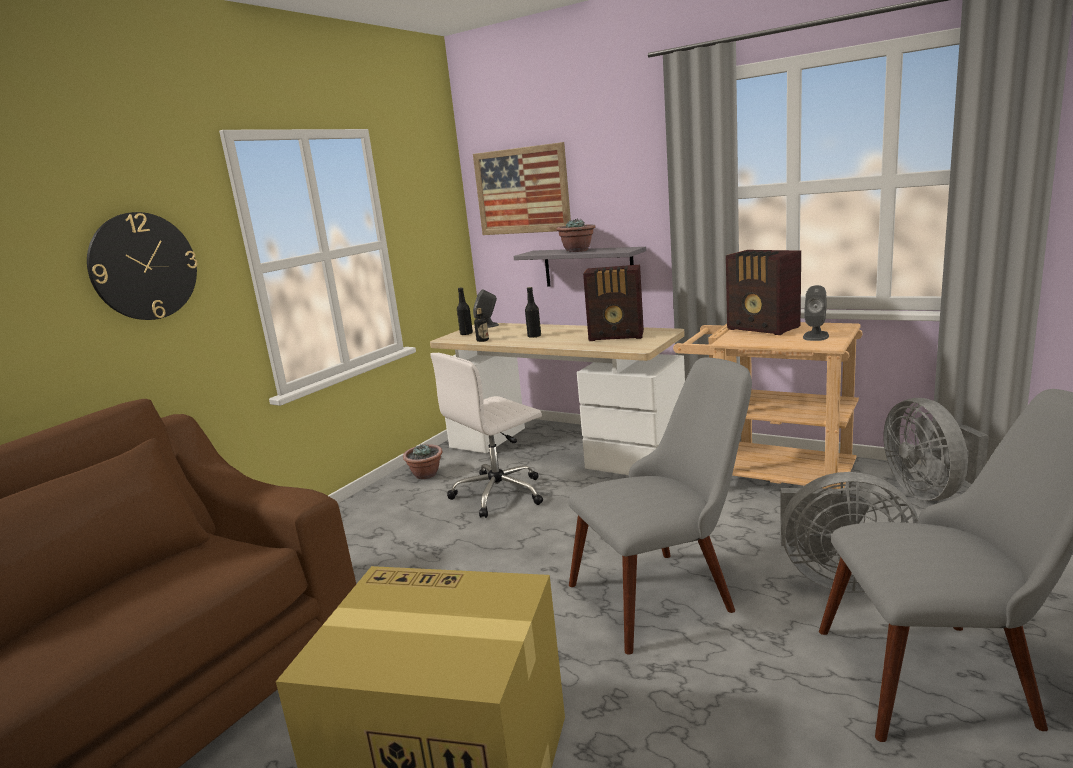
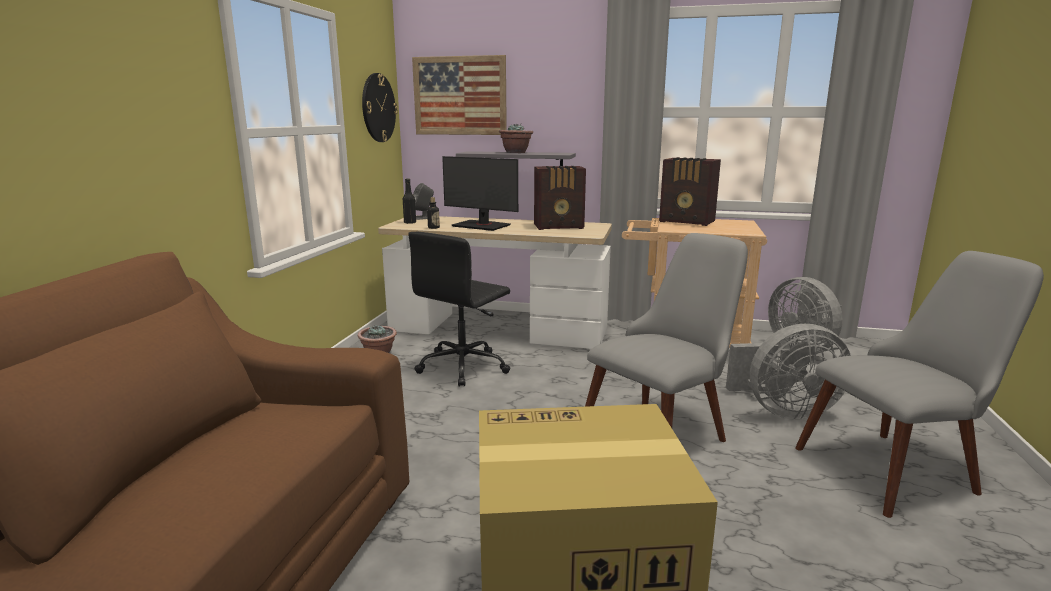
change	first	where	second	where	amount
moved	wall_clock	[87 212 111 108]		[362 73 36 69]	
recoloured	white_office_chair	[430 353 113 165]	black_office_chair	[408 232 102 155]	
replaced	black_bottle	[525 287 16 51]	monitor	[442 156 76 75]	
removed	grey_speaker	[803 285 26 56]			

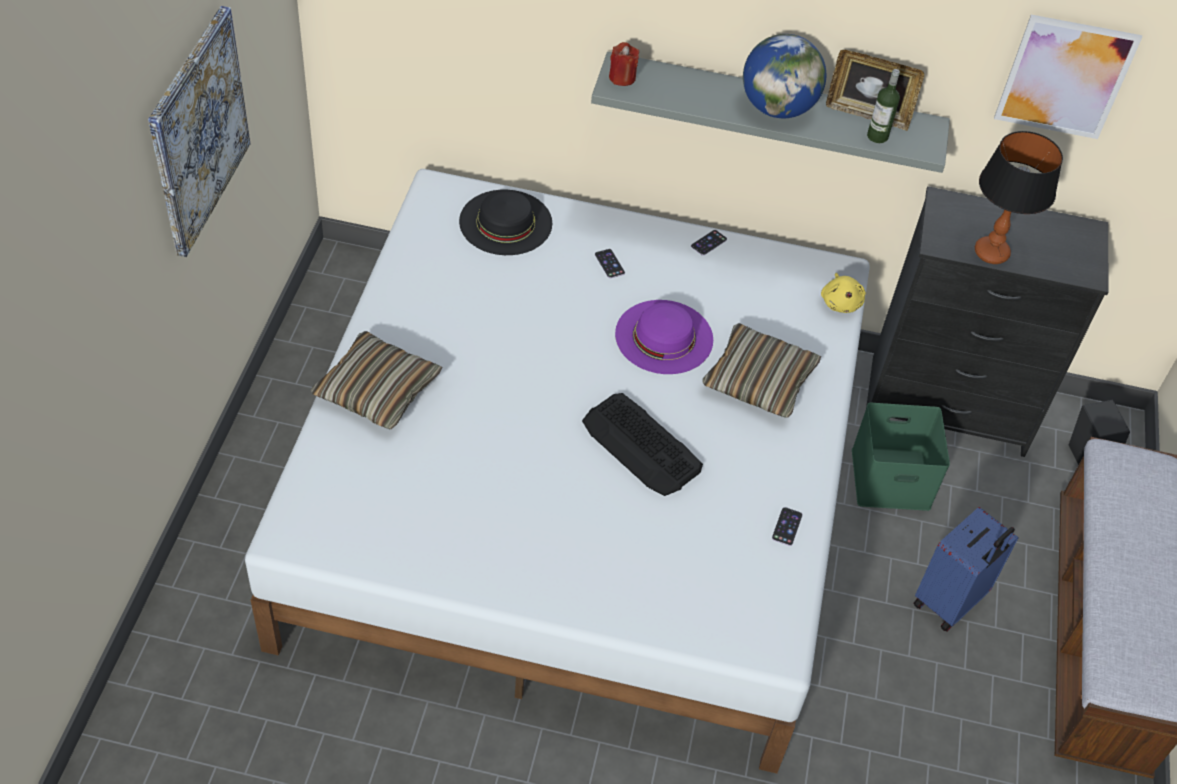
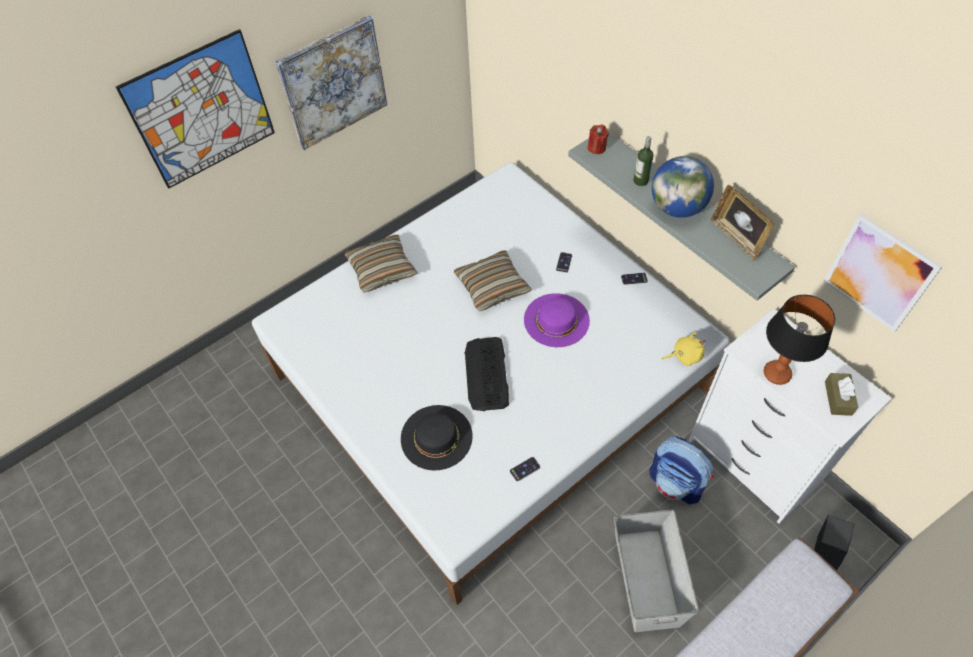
change	first	where	second	where	amount
added			picture	[116 29 159 160]	
moved	black_hat	[459 190 93 65]		[401 405 72 66]	
moved	pillow	[702 323 119 95]		[454 251 78 60]	
replaced	blue_suitcase	[913 507 106 125]	grey_storage_box	[614 510 85 122]	
moved	bottle	[867 69 33 74]		[634 136 20 50]	
replaced	green_storage_box	[852 403 98 108]	backpack	[649 436 65 69]	
turned	yellow_plush_toy	[821 273 45 40]		[662 332 44 34]	135 degrees counterclockwise
recoloured	black_dresser	[866 186 242 271]	white_dresser	[688 308 204 216]	
added			brown_tissue_box	[825 373 33 43]	

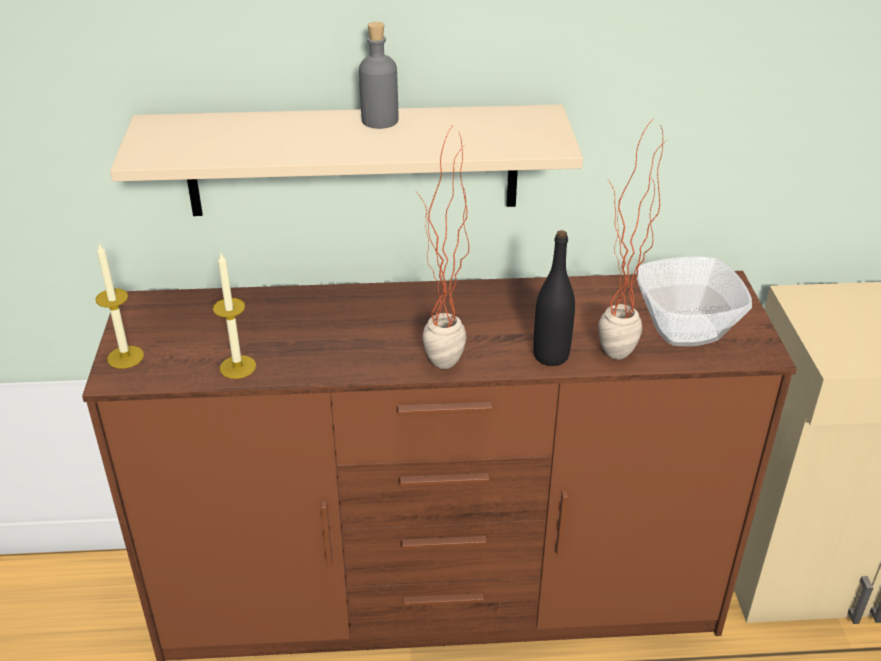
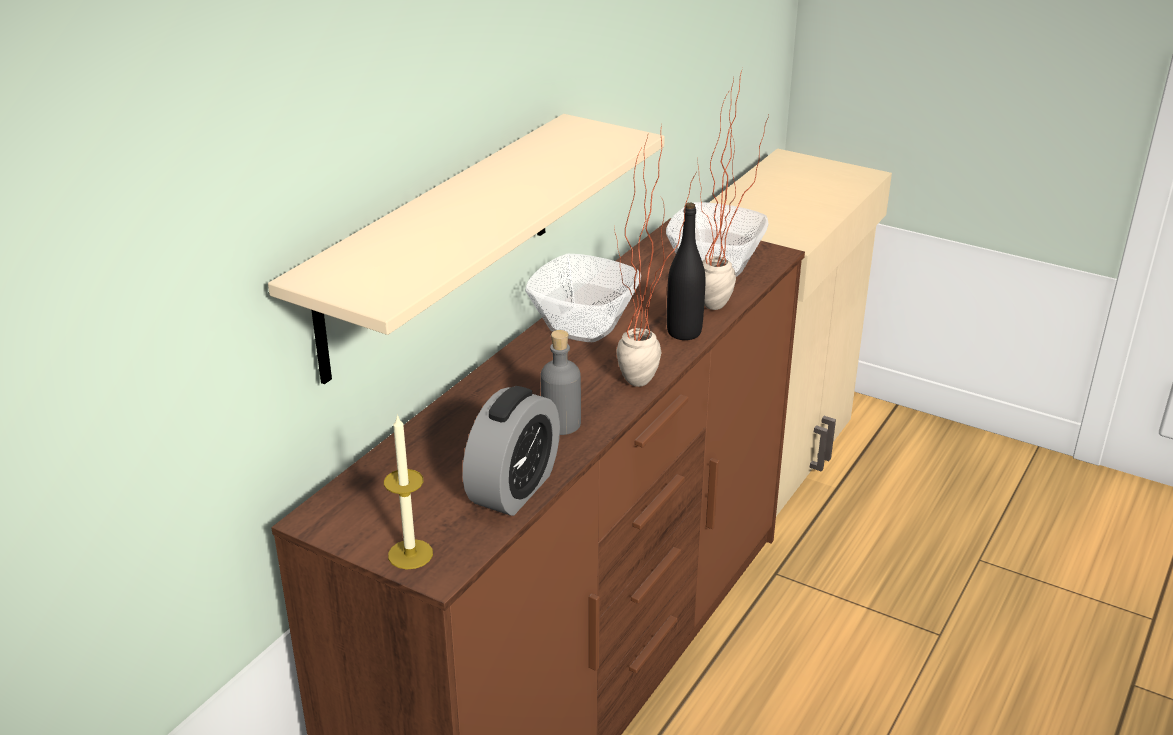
change	first	where	second	where	amount
replaced	candle	[213 253 43 126]	alarm_clock	[463 386 97 130]	
added			bowl	[525 254 116 88]	
moved	grey_bottle	[359 22 39 107]		[541 330 40 105]	

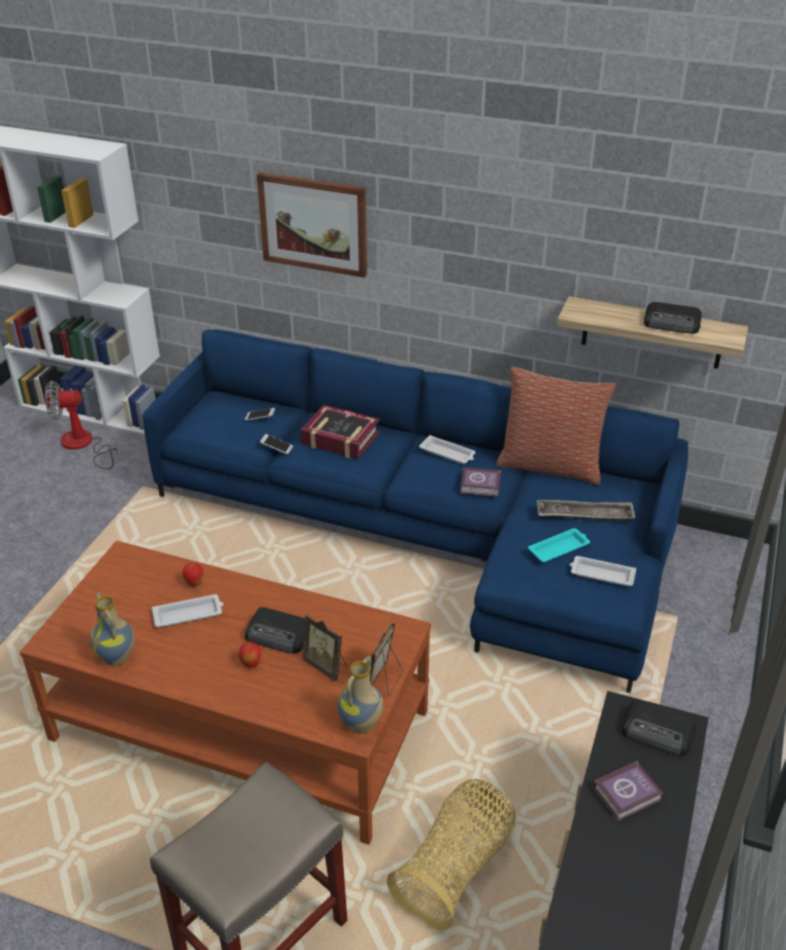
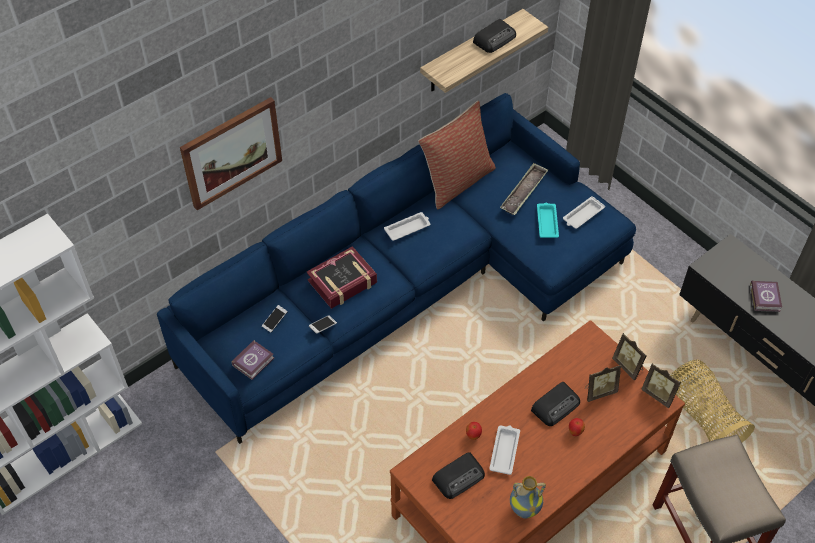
change	first	where	second	where	amount
moved	book	[460 467 41 30]		[232 340 42 40]	
moved	radio	[622 700 75 56]		[432 452 53 47]	
replaced	vase	[337 656 46 78]	picture_frame	[641 363 40 45]	
removed	fan	[45 381 73 88]			

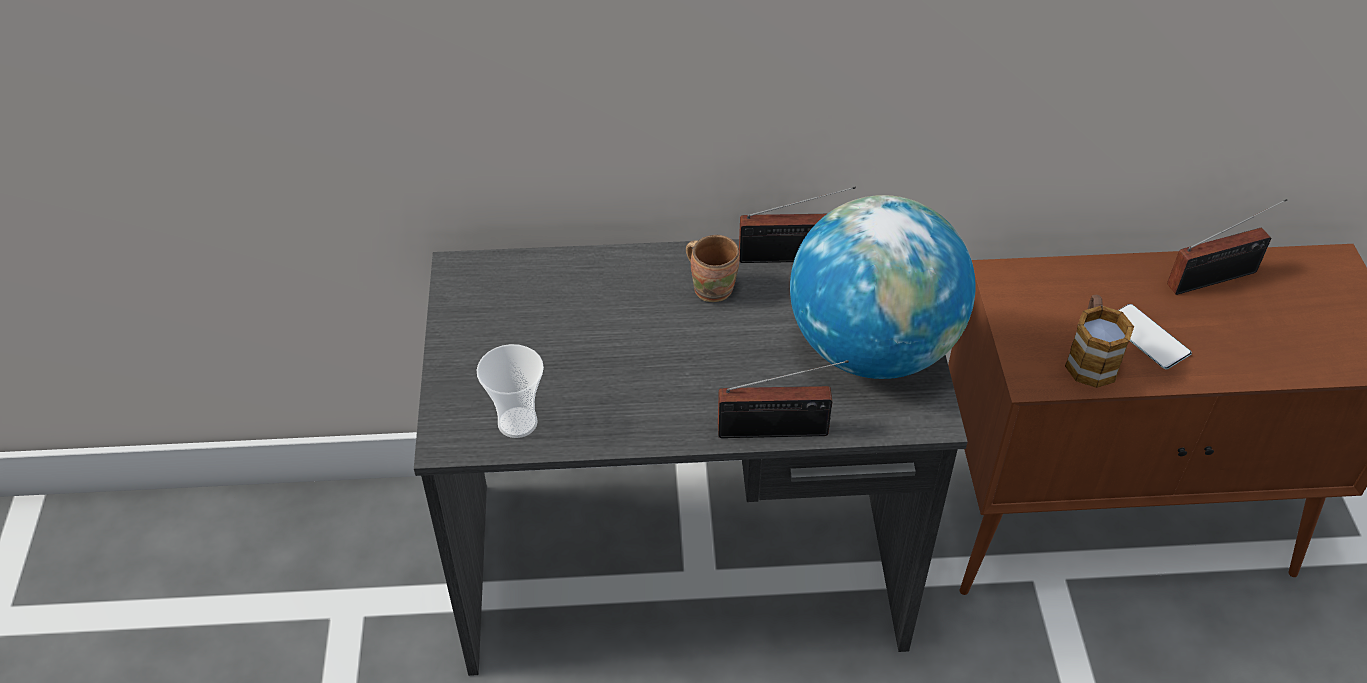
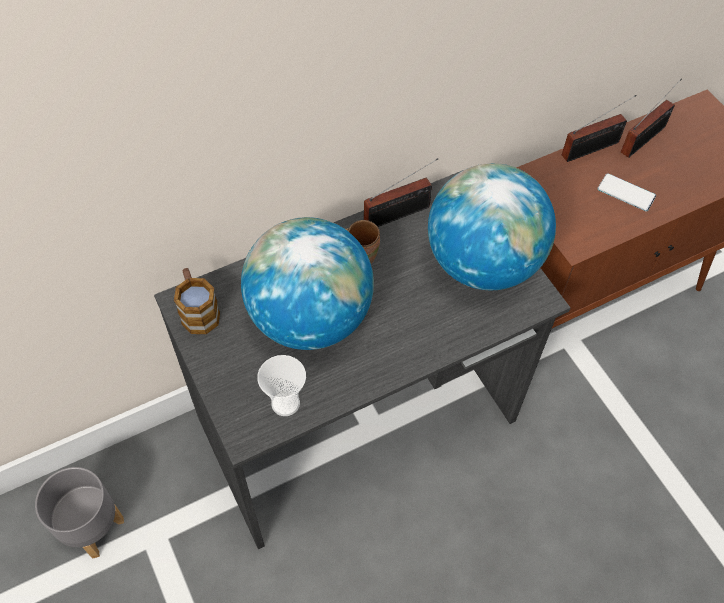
change	first	where	second	where	amount
added			grey_planter	[35 467 89 92]	
moved	mug	[1065 295 69 93]		[174 268 46 66]	
added			globe	[241 217 133 133]	
moved	radio	[718 360 131 78]		[562 95 75 67]	

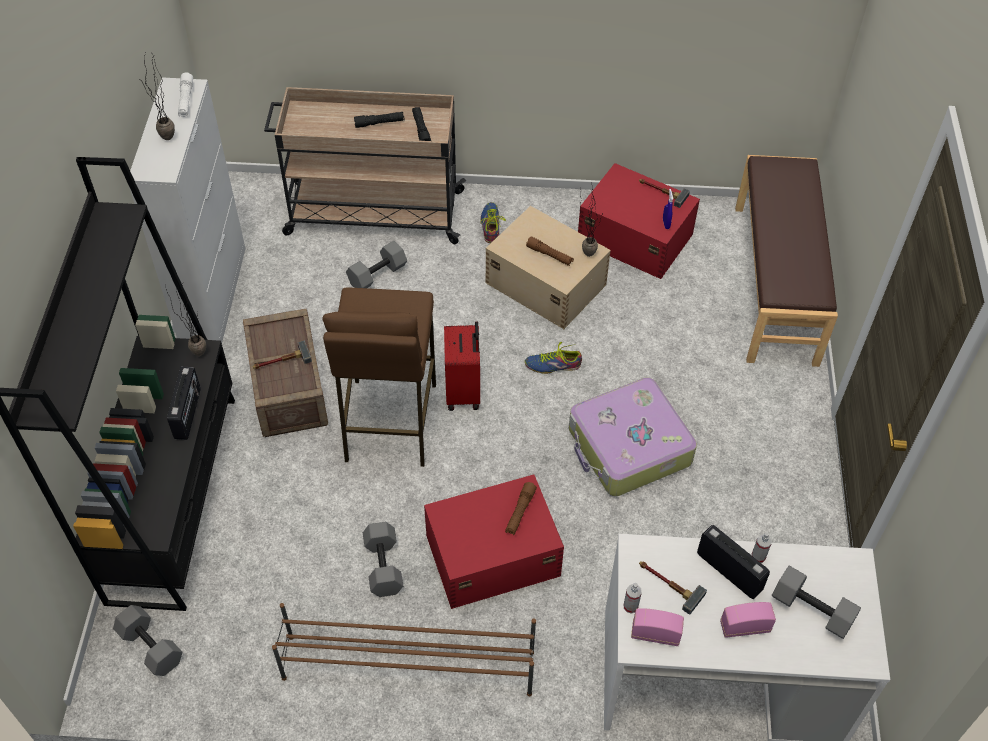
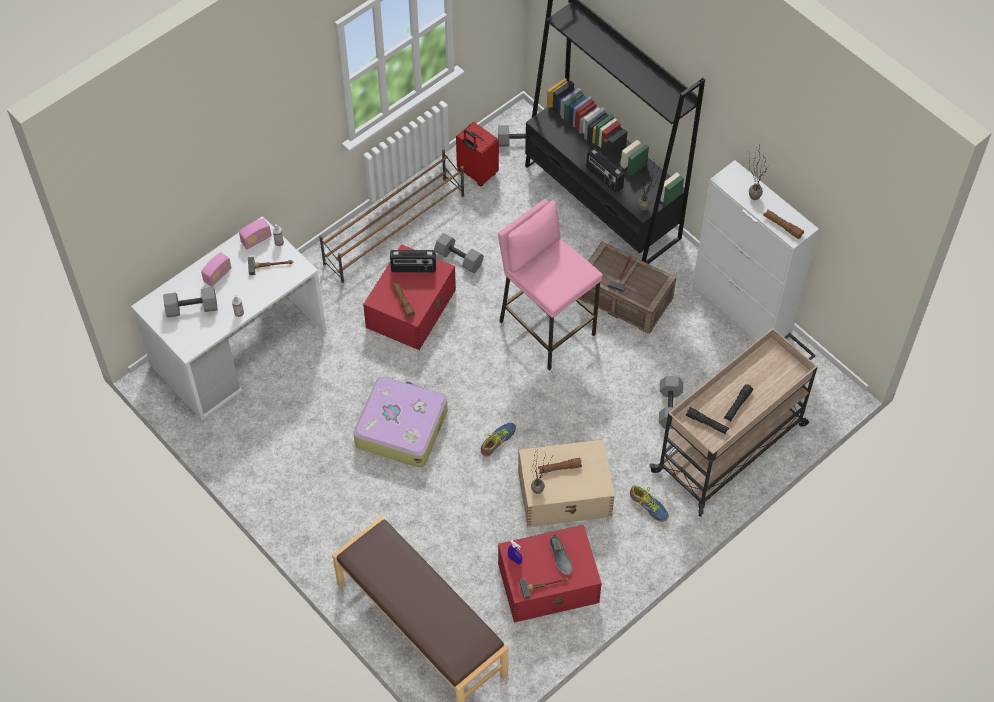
change	first	where	second	where	amount
moved	radio	[697 525 73 74]		[390 250 46 22]	
moved	red_suitcase	[444 321 36 90]		[456 122 43 64]	
recoloured	brown_stool	[322 288 114 179]	pink_stool	[498 199 105 172]	
added			grey_shoe	[550 534 22 41]	
recoloured	white_flashlight	[178 72 15 45]	brown_flashlight	[763 209 41 30]	

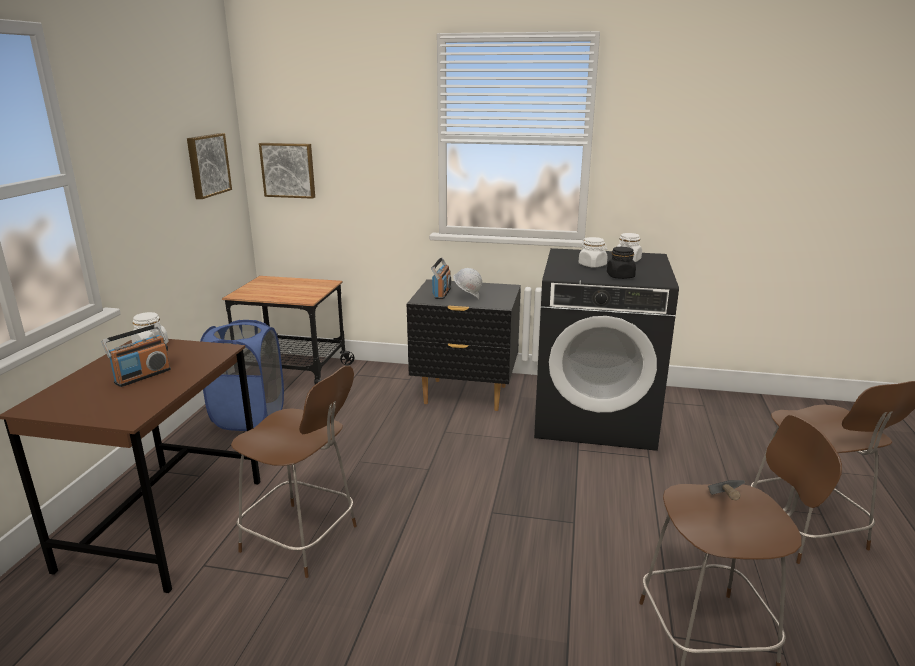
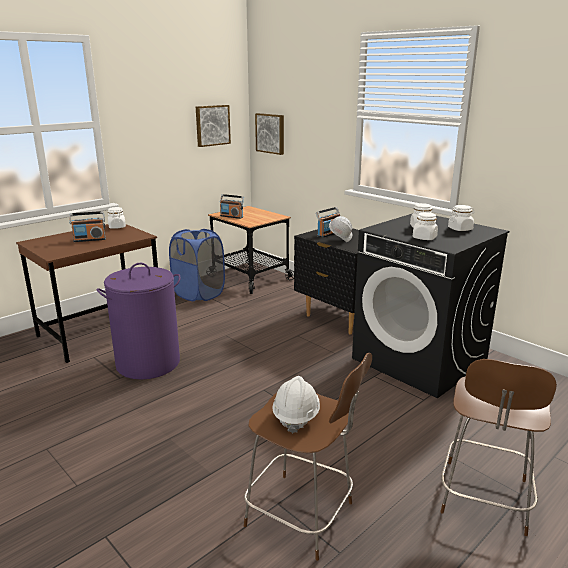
change	first	where	second	where	amount
replaced	brown_stool	[231 366 126 212]	purple_laundry_basket	[97 263 84 116]	
added			radio	[220 194 24 25]	
replaced	hammer	[708 480 37 20]	white_hard_hat	[272 376 48 57]	
recoloured	black_jar	[607 247 29 32]	white_jar	[413 212 25 28]	

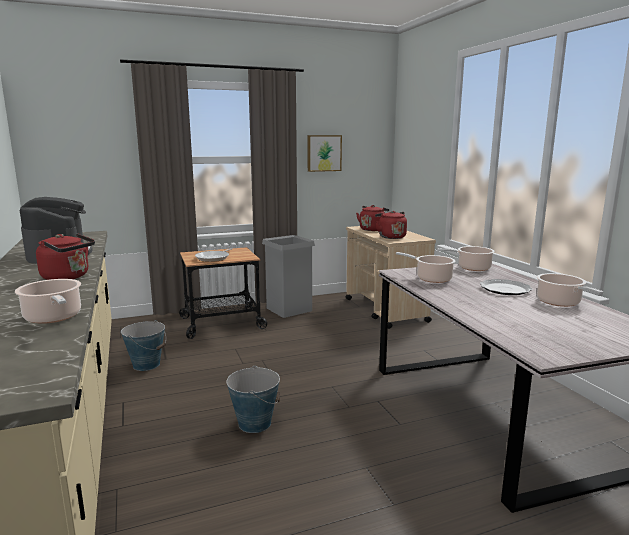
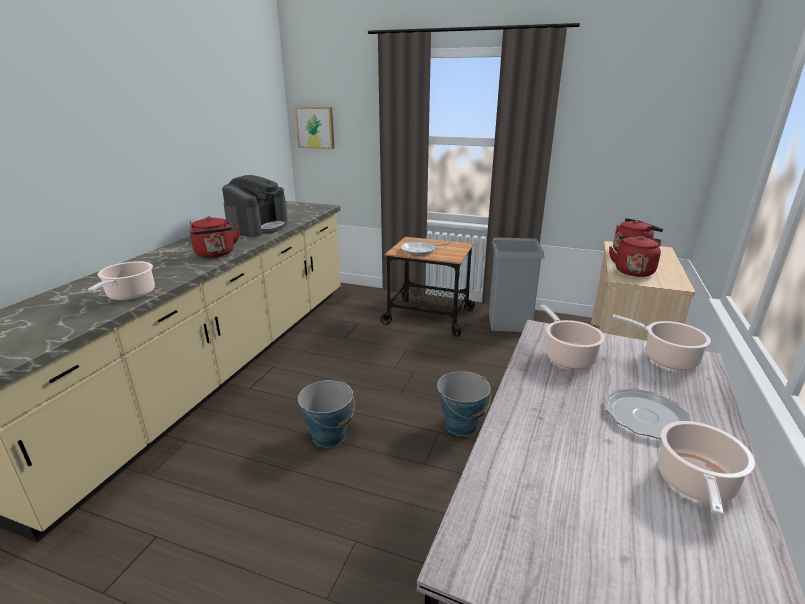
change	first	where	second	where	amount
moved	picture	[308 135 34 37]		[295 107 39 42]	
moved	bucket	[121 320 45 51]		[437 371 54 65]	

